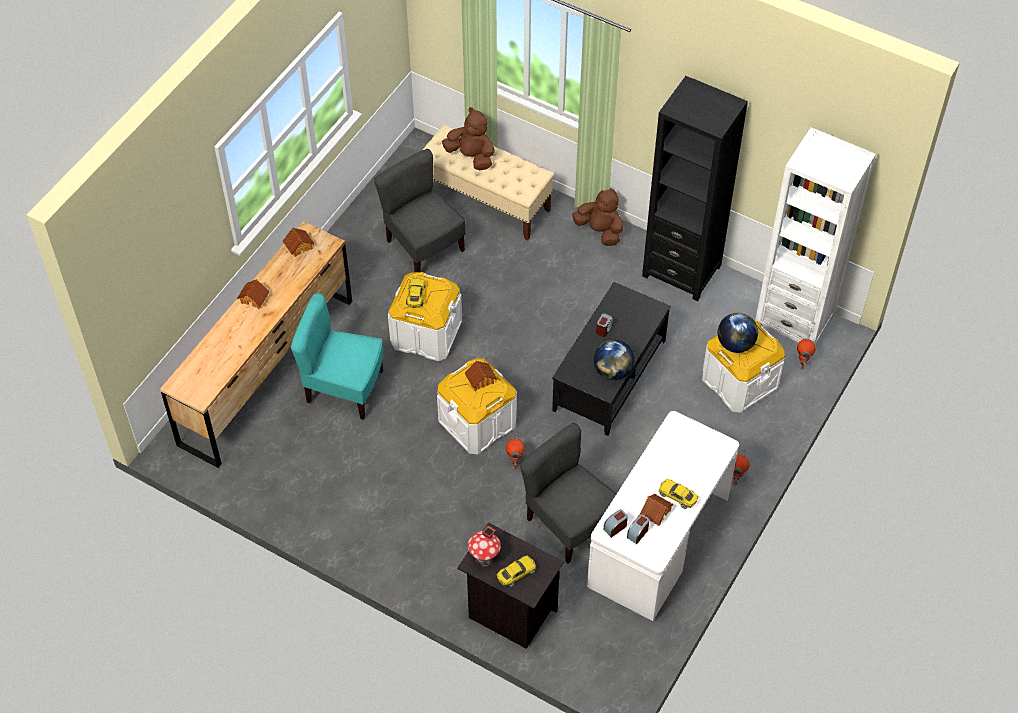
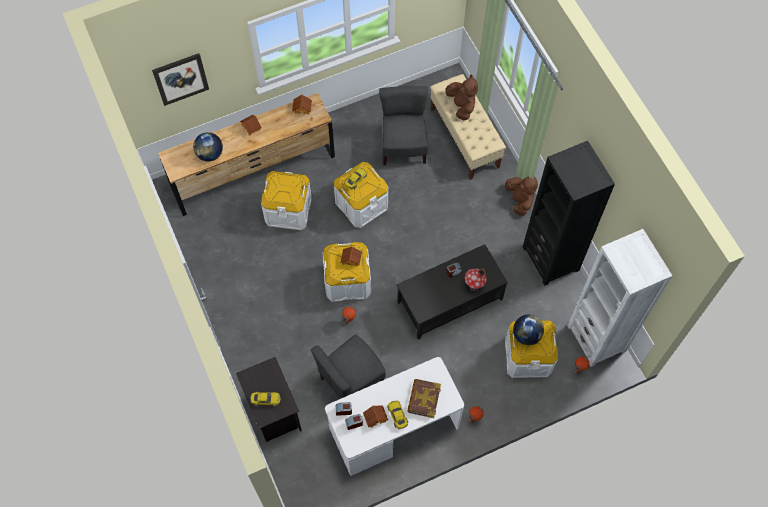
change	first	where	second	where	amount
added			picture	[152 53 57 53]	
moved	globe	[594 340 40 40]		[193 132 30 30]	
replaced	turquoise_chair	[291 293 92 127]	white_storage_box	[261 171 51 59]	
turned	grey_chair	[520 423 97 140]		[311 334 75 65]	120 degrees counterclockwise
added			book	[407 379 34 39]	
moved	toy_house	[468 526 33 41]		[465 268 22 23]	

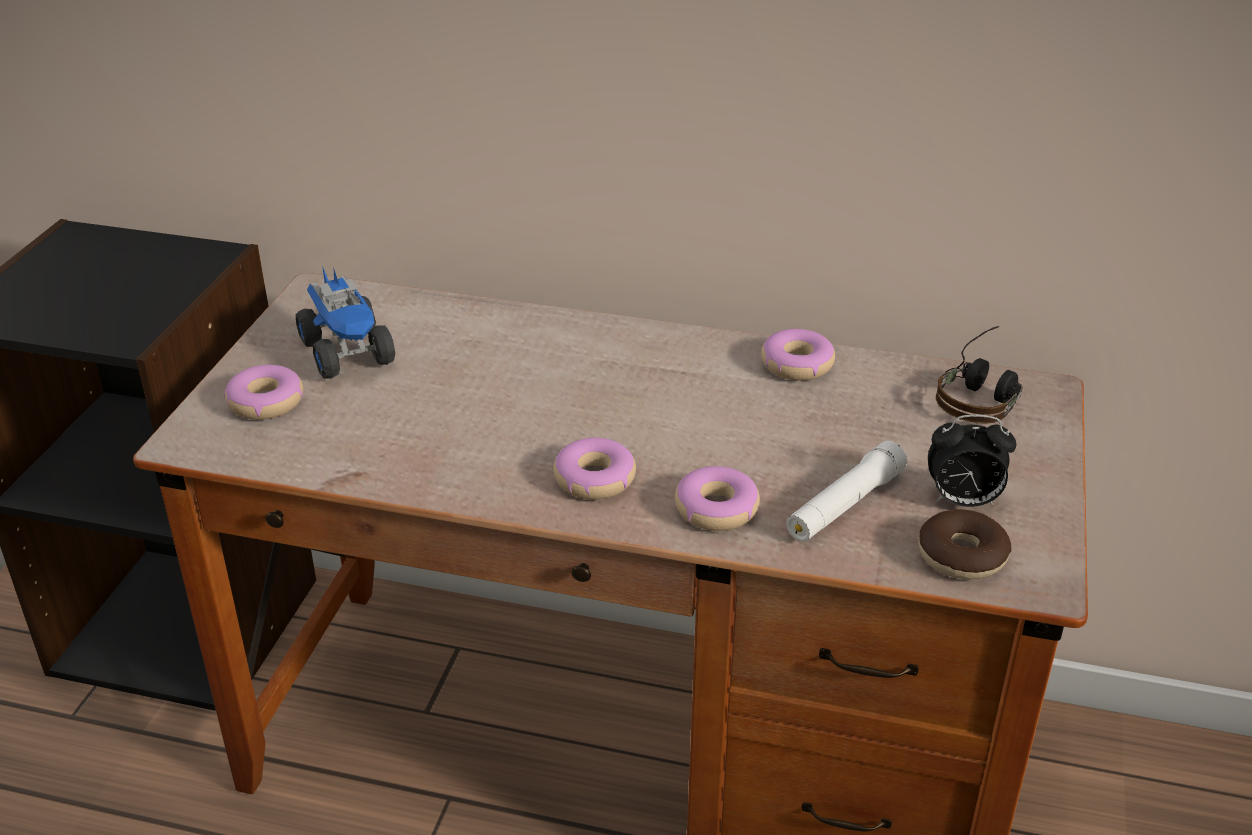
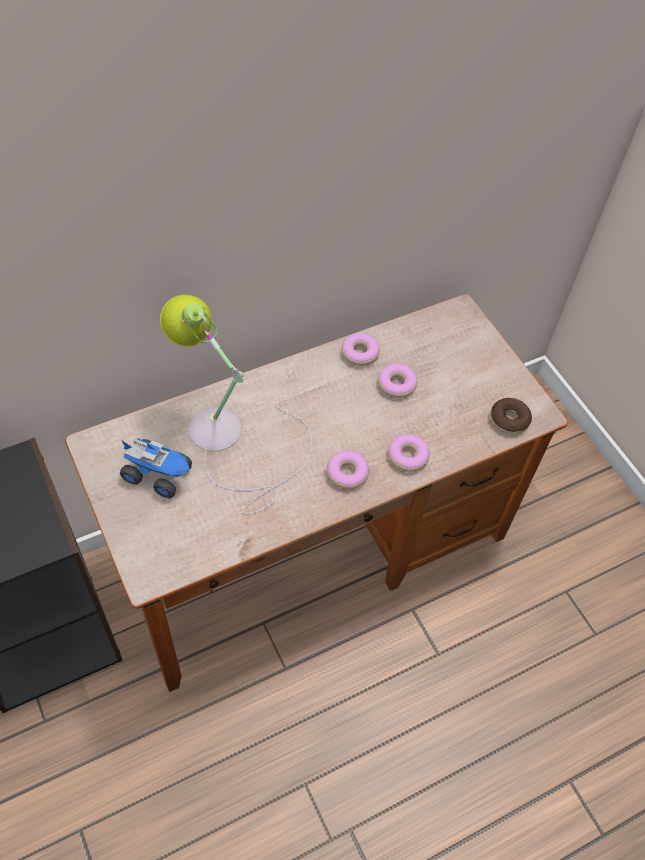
change	first	where	second	where	amount
added			table_lamp	[160 295 153 219]	
moved	donut	[224 365 79 55]		[378 364 39 34]	
removed	white_flashlight	[786 441 121 101]			
removed	alarm_clock	[928 415 88 92]			
removed	headphones	[936 326 87 98]			

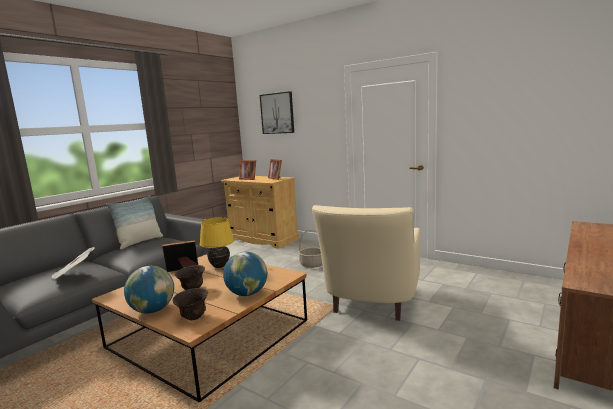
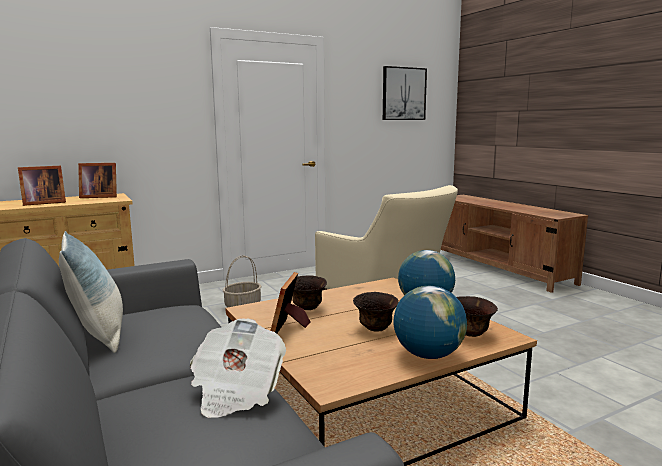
change	first	where	second	where	amount
replaced	yellow_table_lamp	[200 217 34 51]	brown_bowl	[293 275 34 35]	
moved	picture	[260 91 34 43]		[383 66 44 54]	

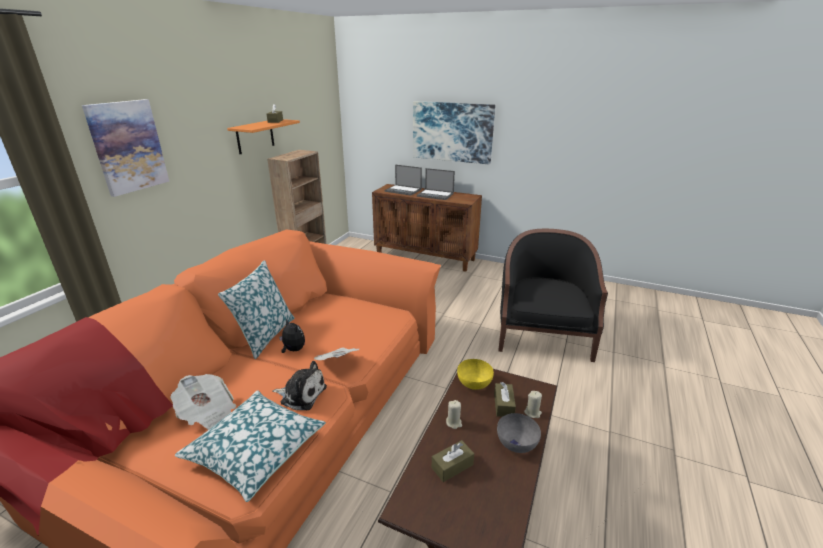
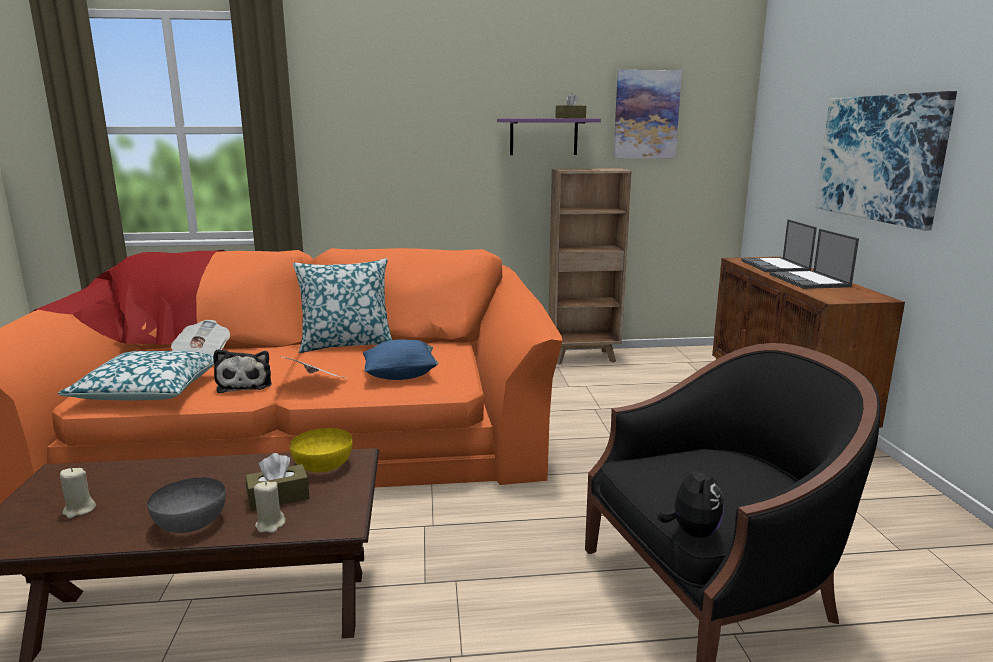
change	first	where	second	where	amount
moved	beige_candle	[446 400 16 29]		[60 468 36 51]	
added			blue_pillow	[363 339 76 41]	
recoloured	orange_shelf	[227 119 73 35]	purple_shelf	[497 118 104 37]	
moved	picture	[82 99 87 98]		[613 70 69 89]	
moved	plush_toy	[279 319 26 34]		[658 459 66 79]	
removed	brown_tissue_box	[431 440 43 42]			

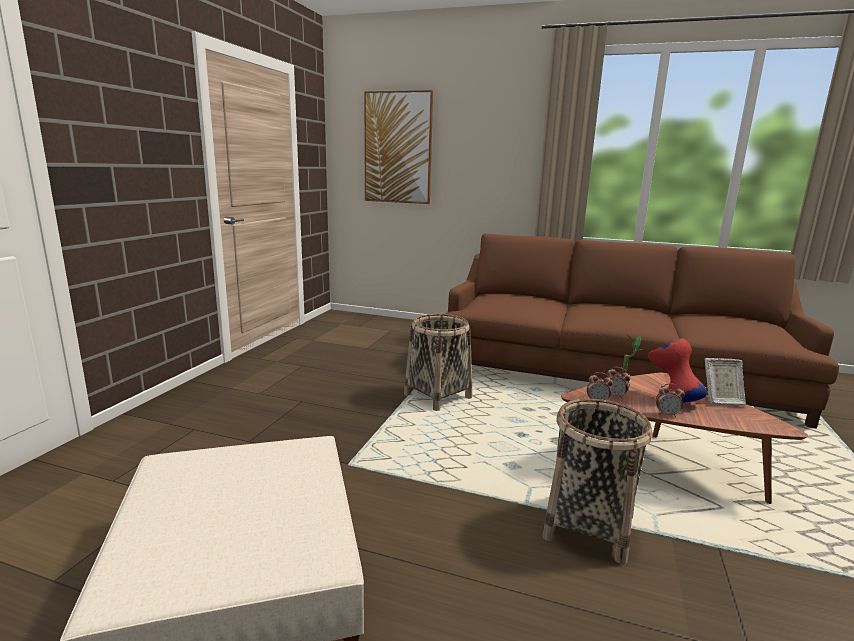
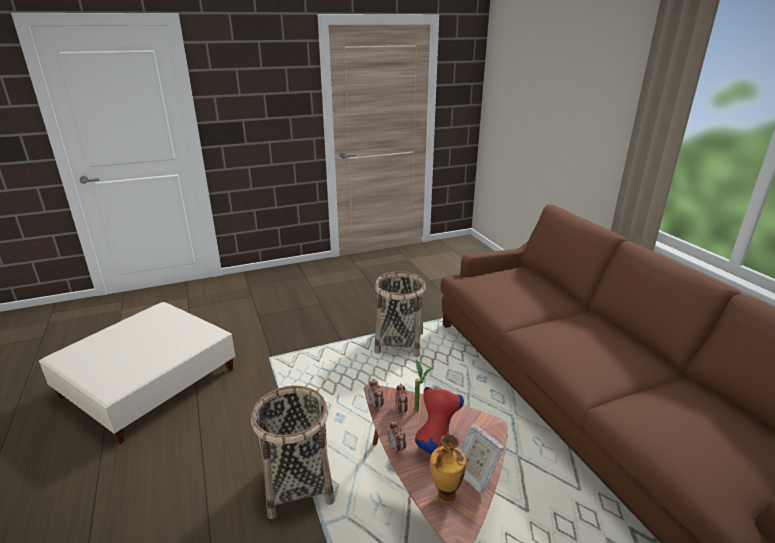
change	first	where	second	where	amount
added			vase	[430 435 36 68]	
removed	picture	[364 90 69 114]			

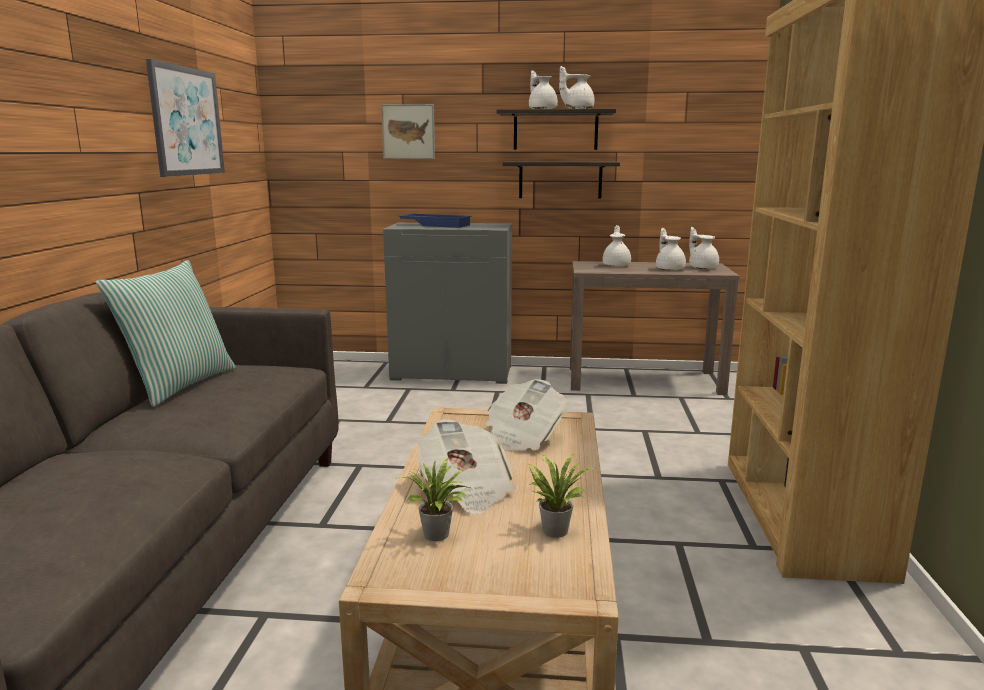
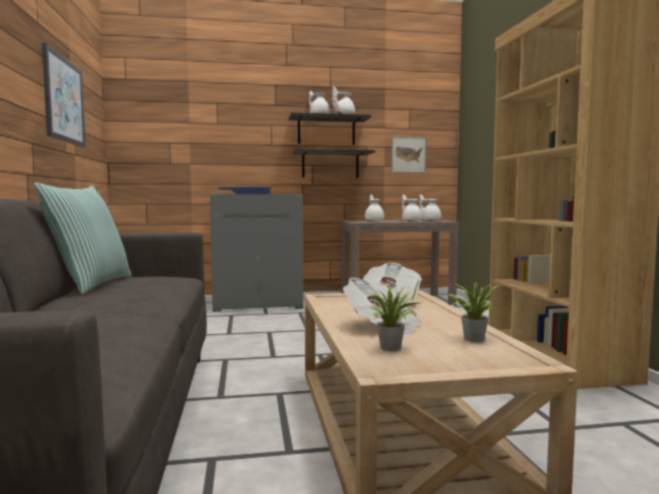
change	first	where	second	where	amount
moved	picture	[381 104 54 55]		[391 136 35 37]	

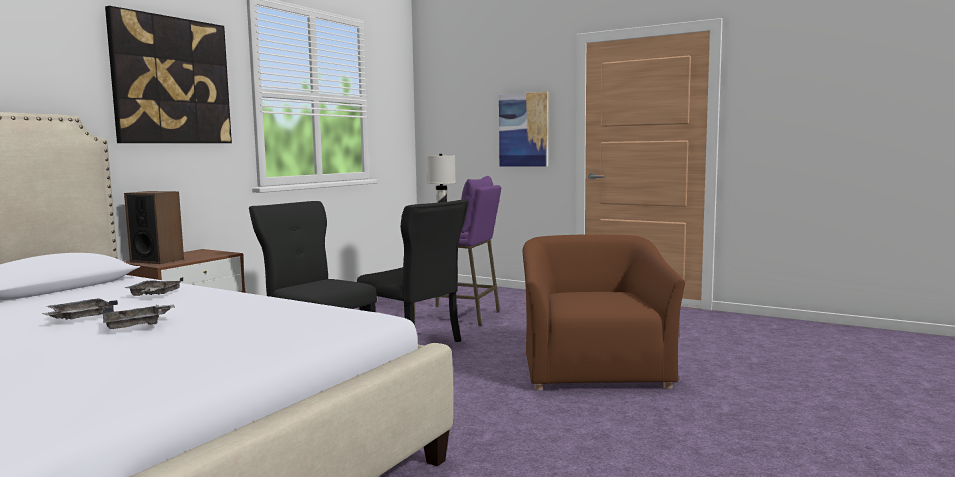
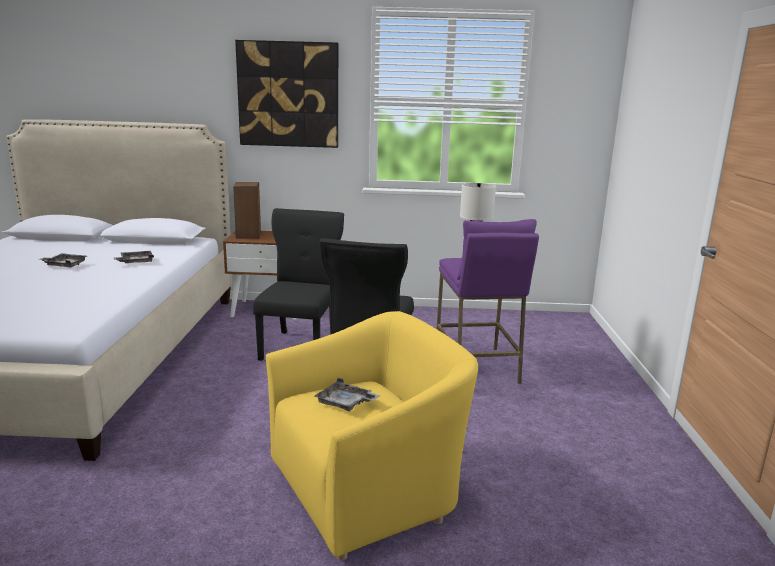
change	first	where	second	where	amount
recoloured	brown_armchair	[523 234 162 156]	yellow_armchair	[266 311 212 249]	
moved	grey_tray	[103 304 72 25]		[314 378 66 33]	
removed	picture	[499 92 49 75]			

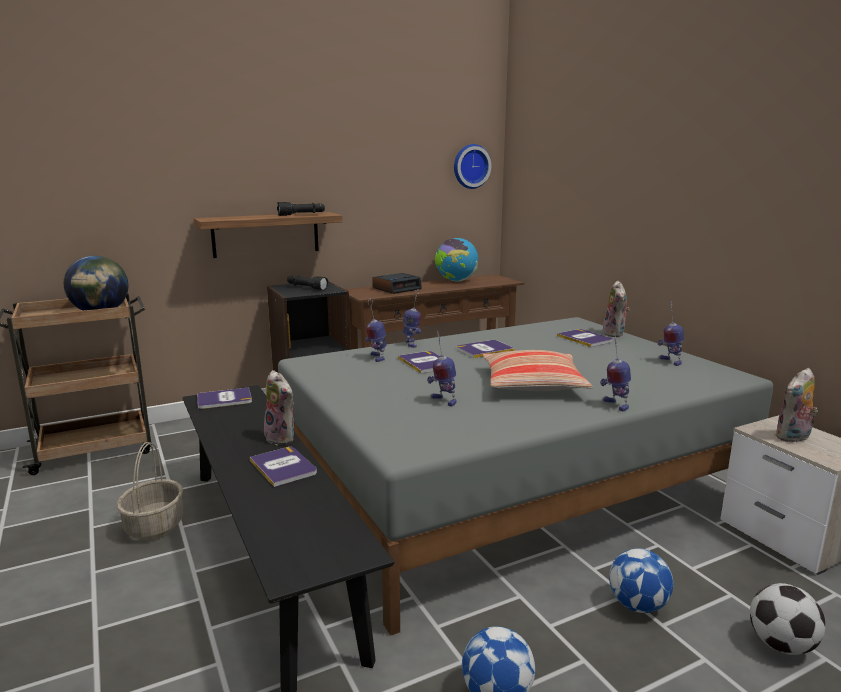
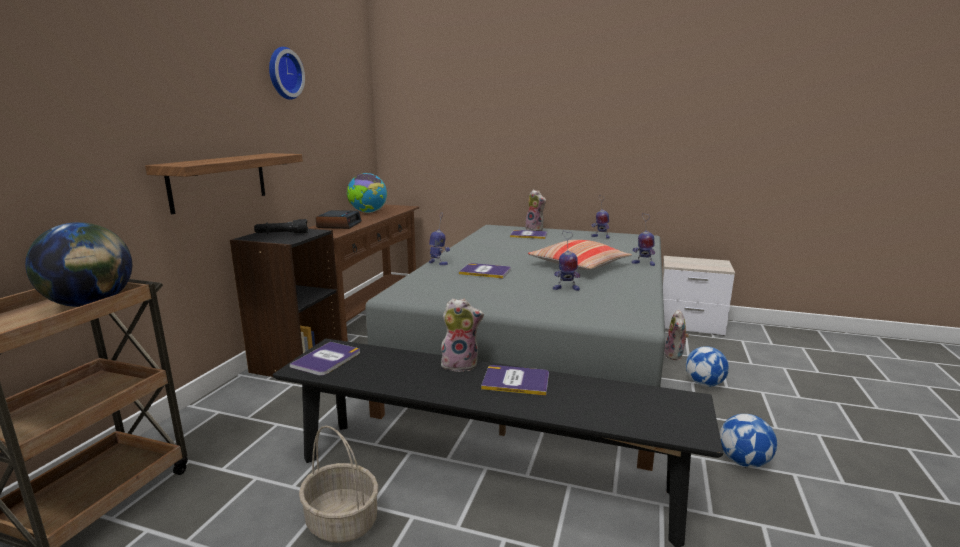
change	first	where	second	where	amount
moved	wall_clock	[454 144 37 45]		[269 47 36 53]	
moved	plush_toy	[775 368 43 75]		[664 309 25 51]	
removed	black_flashlight	[277 202 48 14]			
removed	toy_robot	[366 298 20 64]			
removed	book	[457 340 58 18]			
removed	football	[750 583 75 72]			

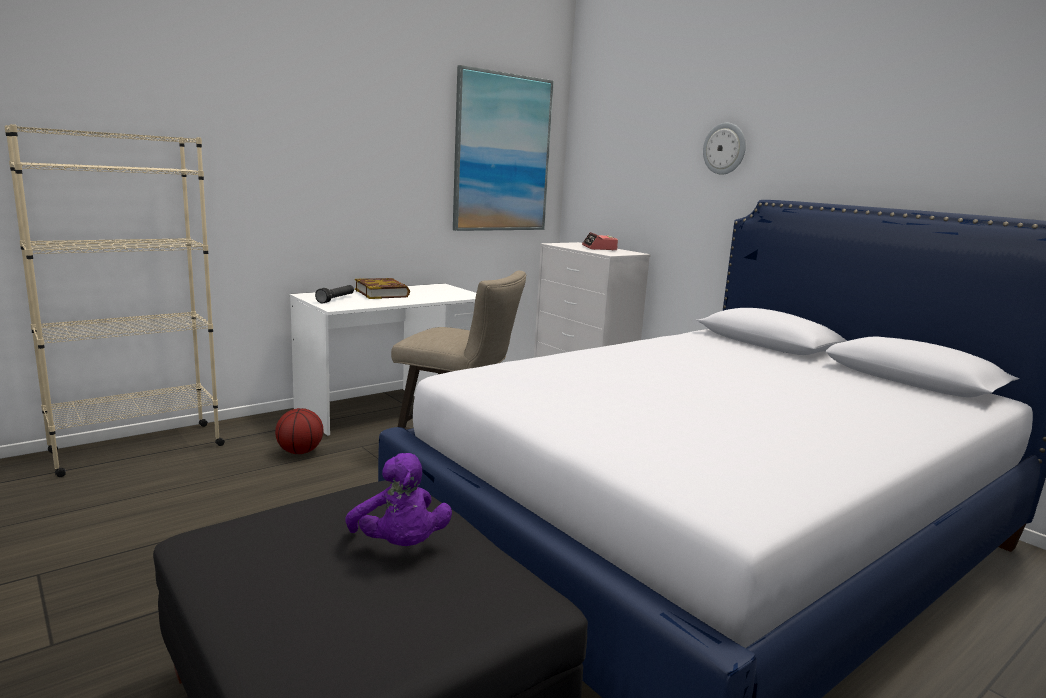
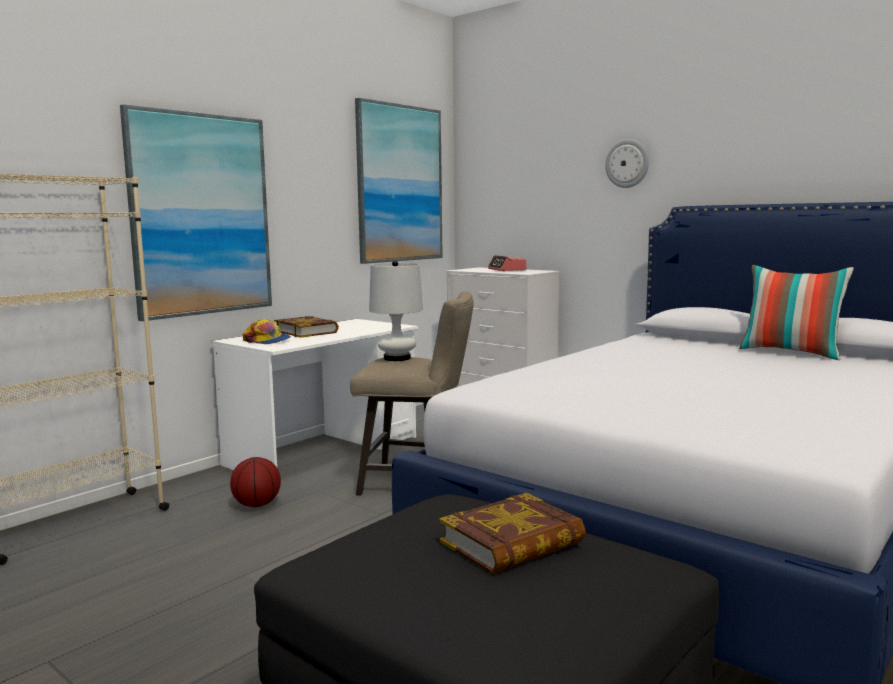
change	first	where	second	where	amount
added			picture	[120 104 152 217]	
replaced	black_flashlight	[315 285 39 19]	cap	[243 319 48 25]	
added			white_table_lamp	[369 261 54 100]	
replaced	purple_plush_toy	[345 453 107 93]	book	[439 493 147 81]	
added			pillow	[739 265 115 95]	

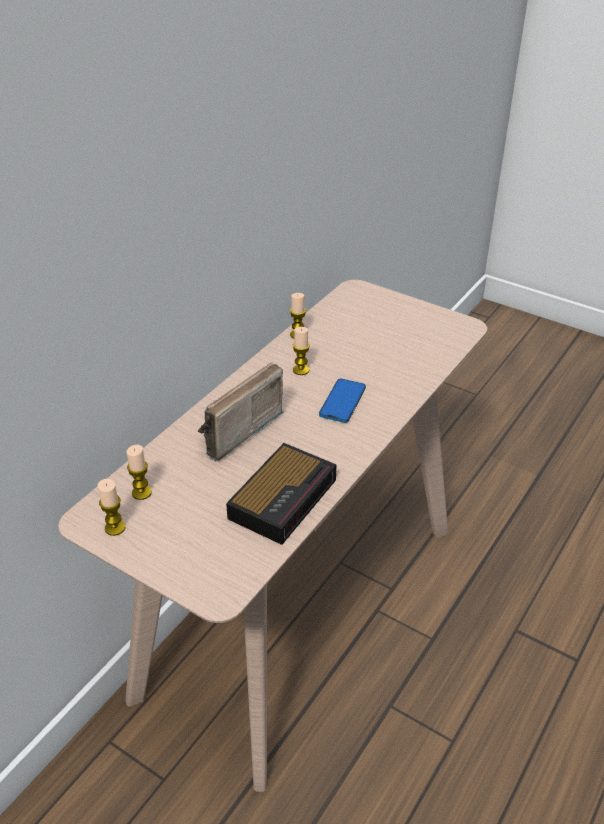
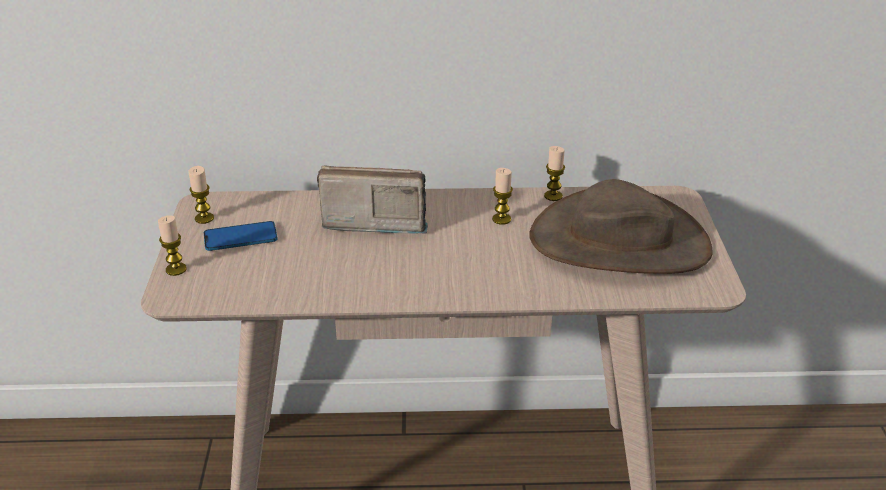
change	first	where	second	where	amount
moved	candle	[127 445 25 55]		[158 215 29 61]	
moved	phone	[319 379 47 44]		[204 221 74 30]	
added			brown_hat	[530 179 182 95]	
removed	alarm_clock	[226 443 111 102]			

